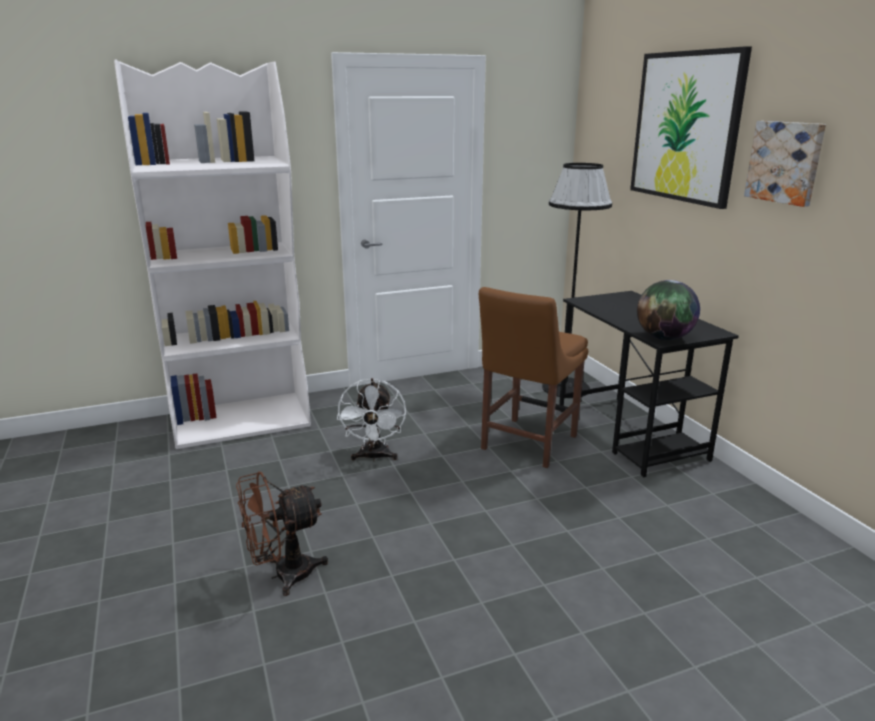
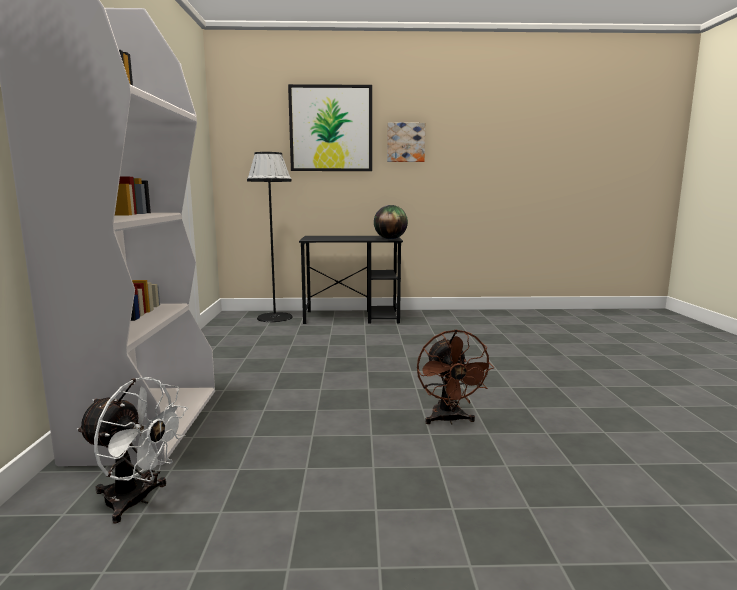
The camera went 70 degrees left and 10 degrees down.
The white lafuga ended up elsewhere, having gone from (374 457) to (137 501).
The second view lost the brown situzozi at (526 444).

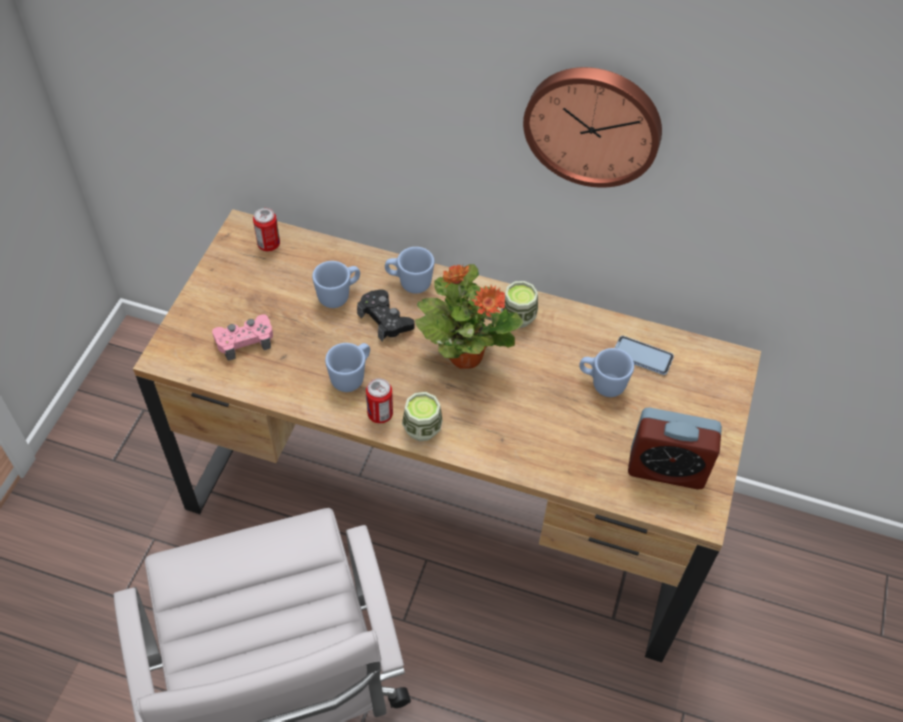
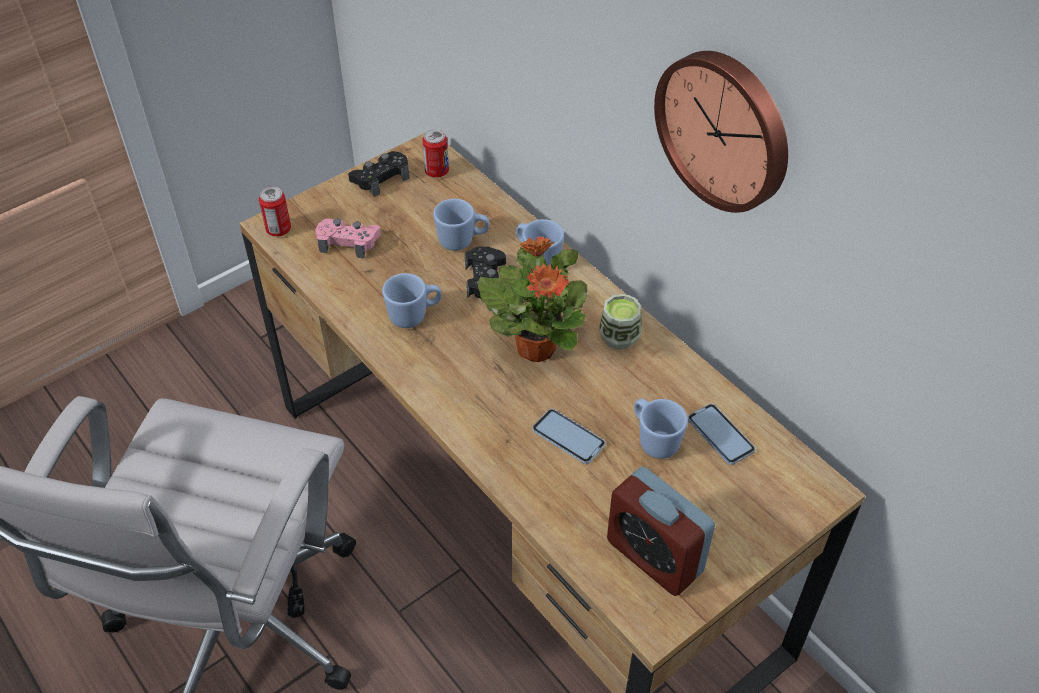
The camera went 35 degrees right and 5 degrees down.
The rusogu ended up elsewhere, having gone from (380 414) to (278 230).
The second view gained the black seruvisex at (381 178).
The second view gained the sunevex at (568 437).
The second view lost the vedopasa at (422 428).

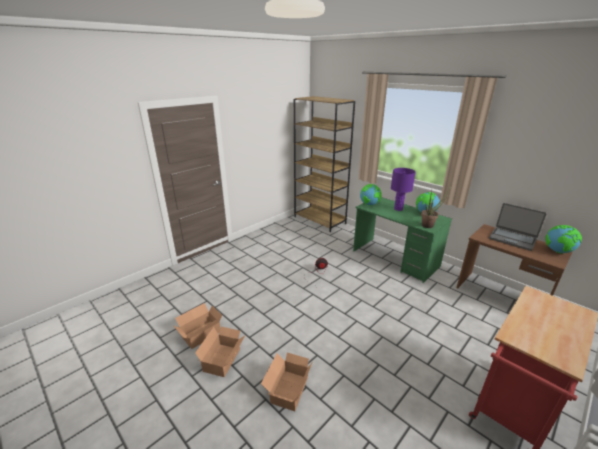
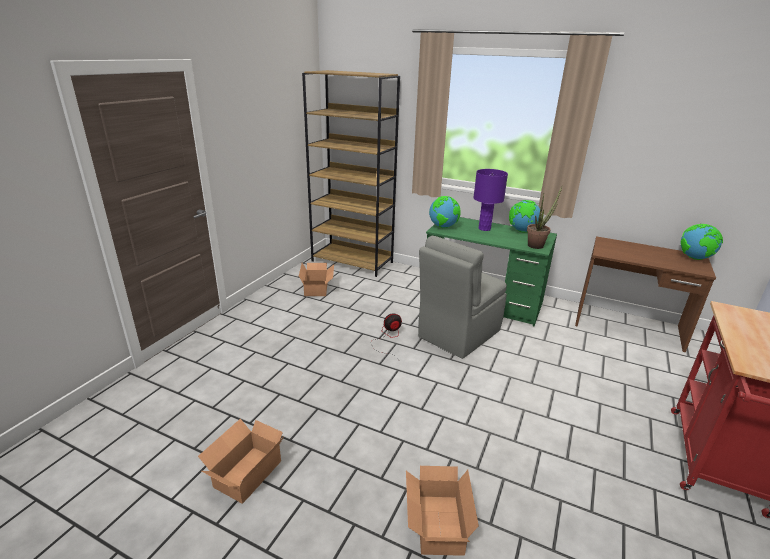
The camera went 20 degrees left and 0 degrees up.
The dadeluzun ended up elsewhere, having gone from (224 359) to (317 288).
The second view gained the grey situzozi at (457 334).
The second view lost the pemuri at (512 239).

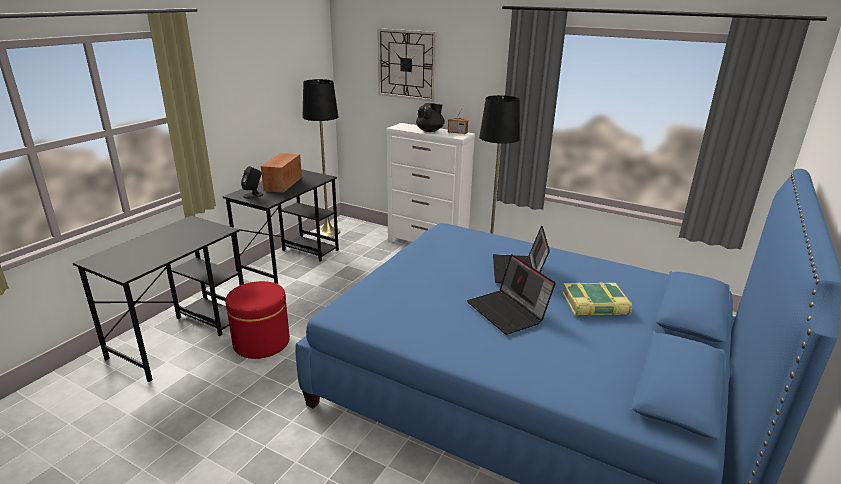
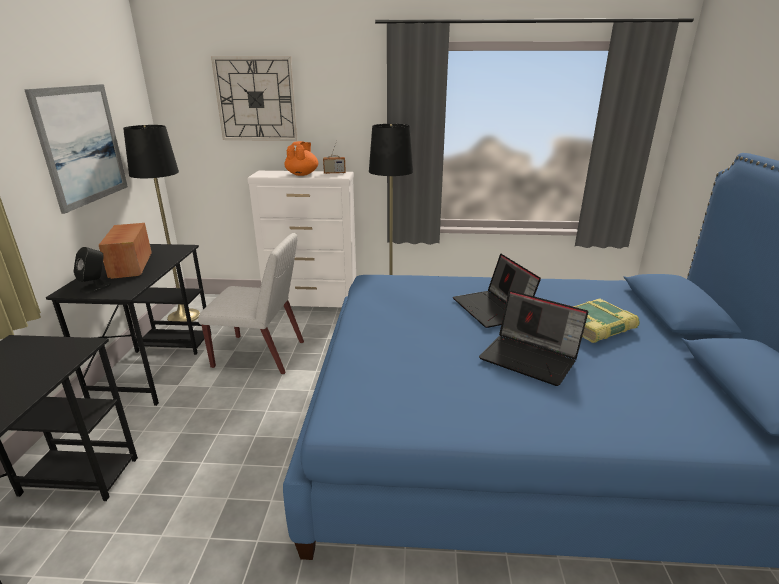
The camera went 25 degrees left and 0 degrees up.
The second view gained the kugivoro at (82 145).
The second view gained the white situzozi at (260 354).
What was the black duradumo at (430 131) turned into the orange duradumo at (302 174).
The second view lost the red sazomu at (261 342).

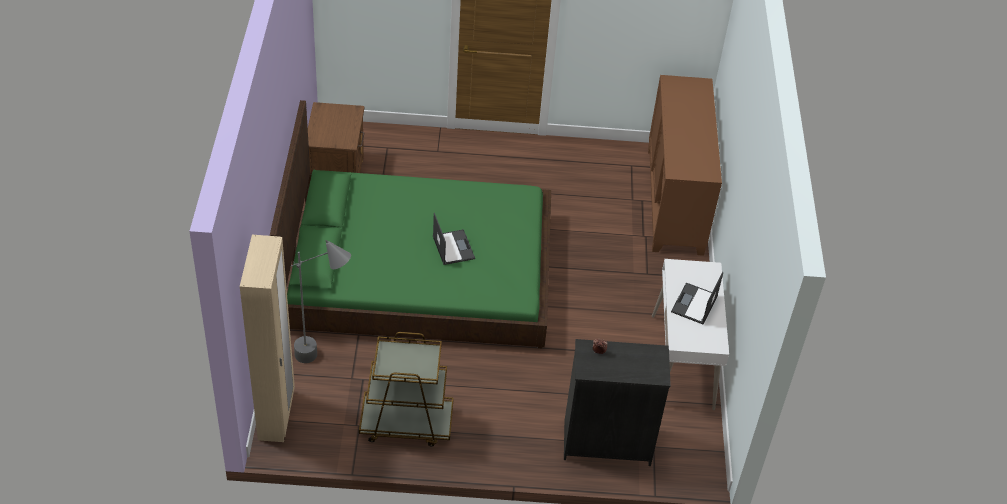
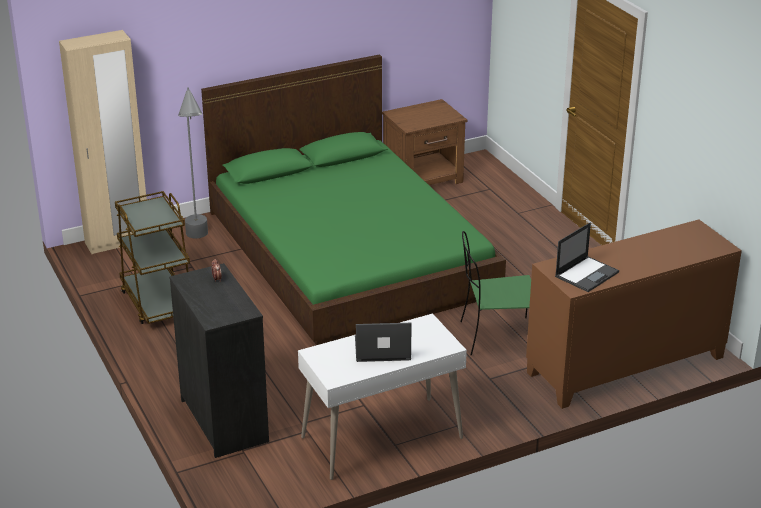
The camera went 65 degrees right and 15 degrees down.
The second view gained the green situzozi at (496 337).
The pemuri ended up elsewhere, having gone from (453 247) to (587 274).

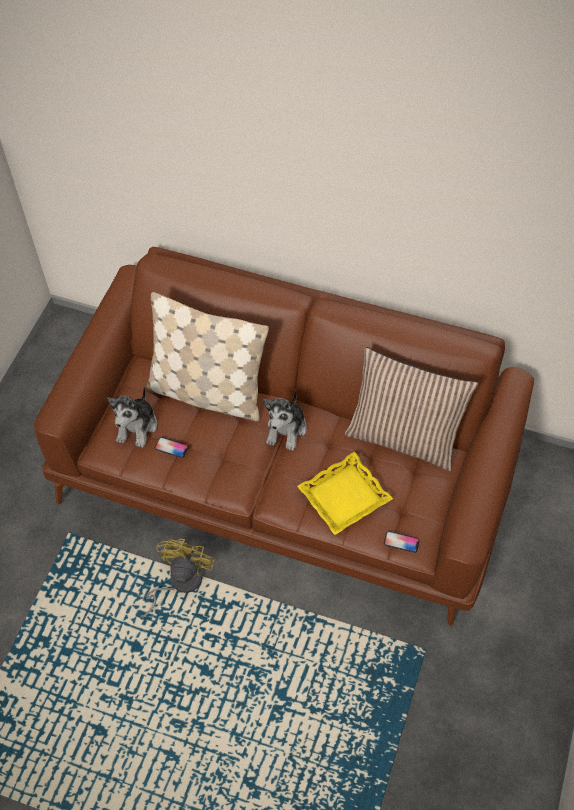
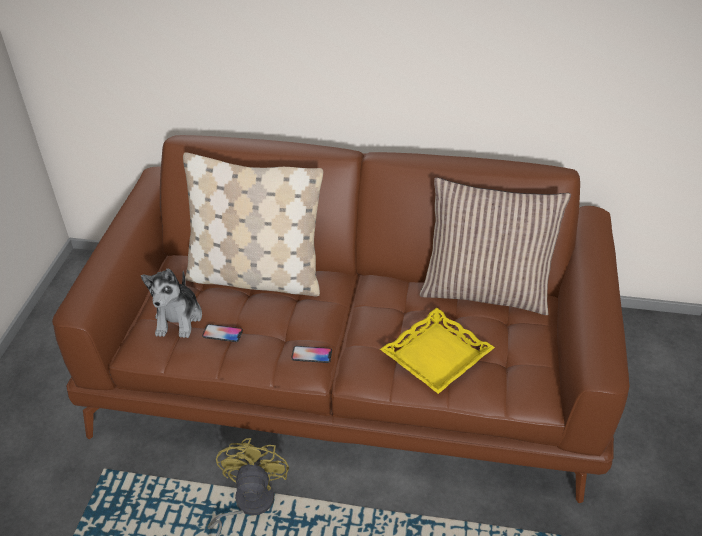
The camera went 10 degrees left and 15 degrees down.
The sunevex ended up elsewhere, having gone from (401 542) to (311 355).
The second view lost the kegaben at (286 429).

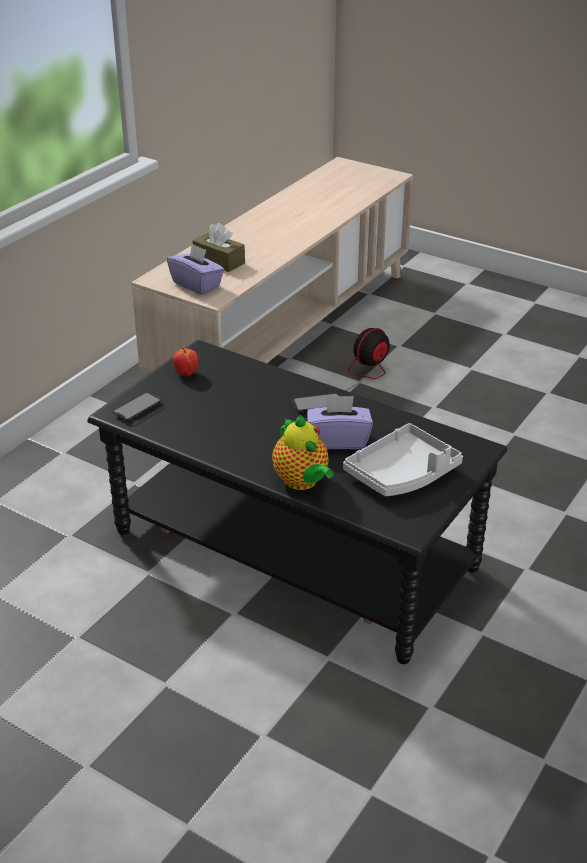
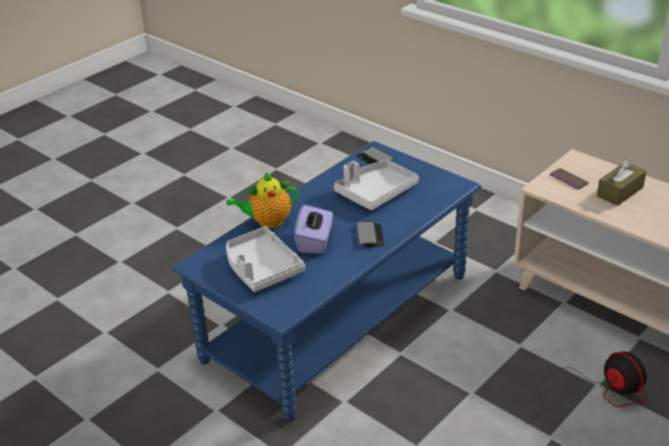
The camera went 100 degrees right and 0 degrees up.
What was the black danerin at (294 550) turned into the blue danerin at (337 317).
The second view gained the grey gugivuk at (375 192).
Where the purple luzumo stood at (197 284), the sunevex came to stand at (568 179).
The second view lost the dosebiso at (186 374).

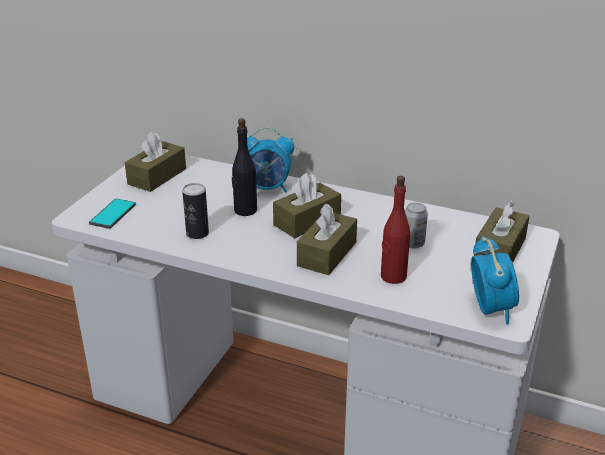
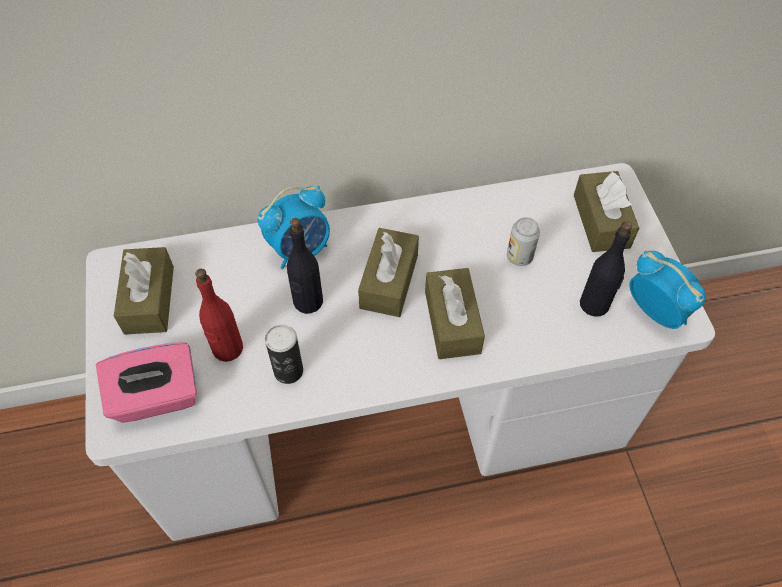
The camera went 35 degrees left and 25 degrees up.
Where the sunevex stood at (113 214), the pink luzumo came to stand at (157 397).
The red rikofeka ended up elsewhere, having gone from (393 276) to (227 348).
The second view gained the black rikofeka at (595 304).

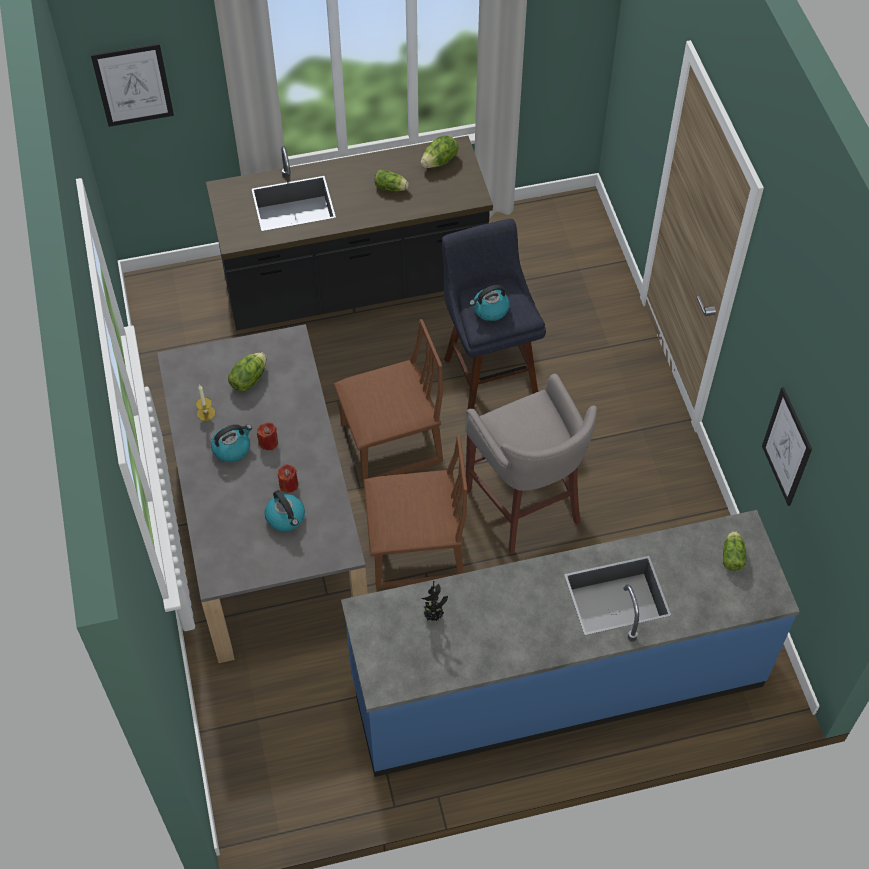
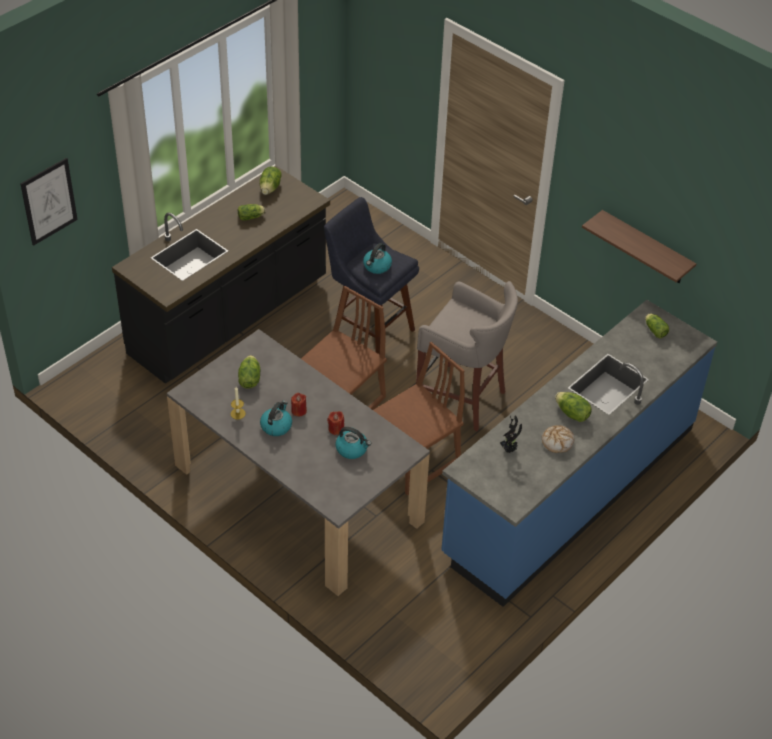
The camera went 35 degrees left and 10 degrees down.
The second view gained the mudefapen at (557 442).
The second view gained the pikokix at (572 414).
Where the kugivoro hung at (787 447), the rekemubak came to hang at (646 248).

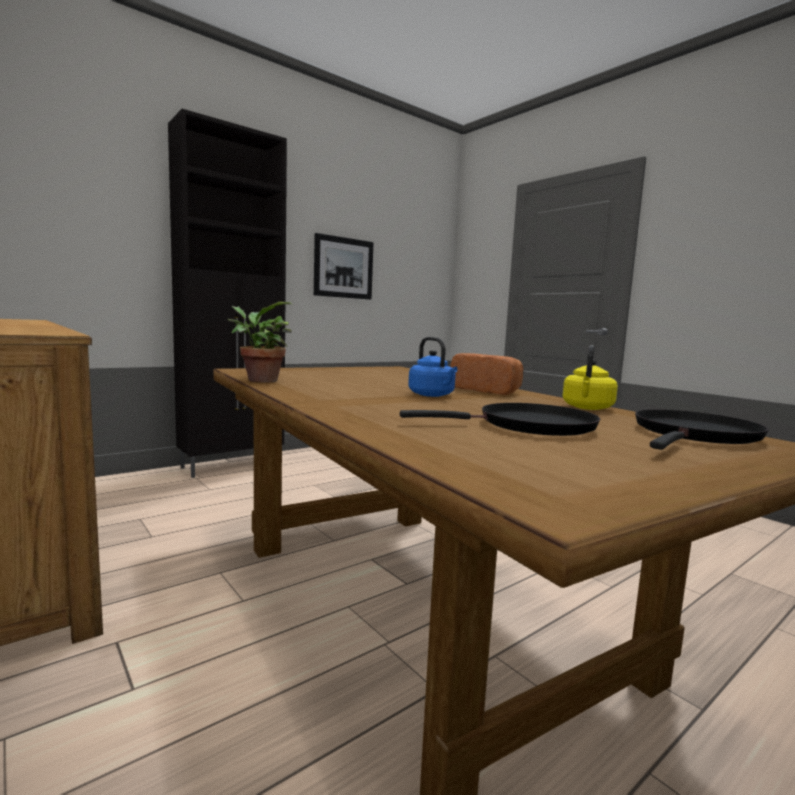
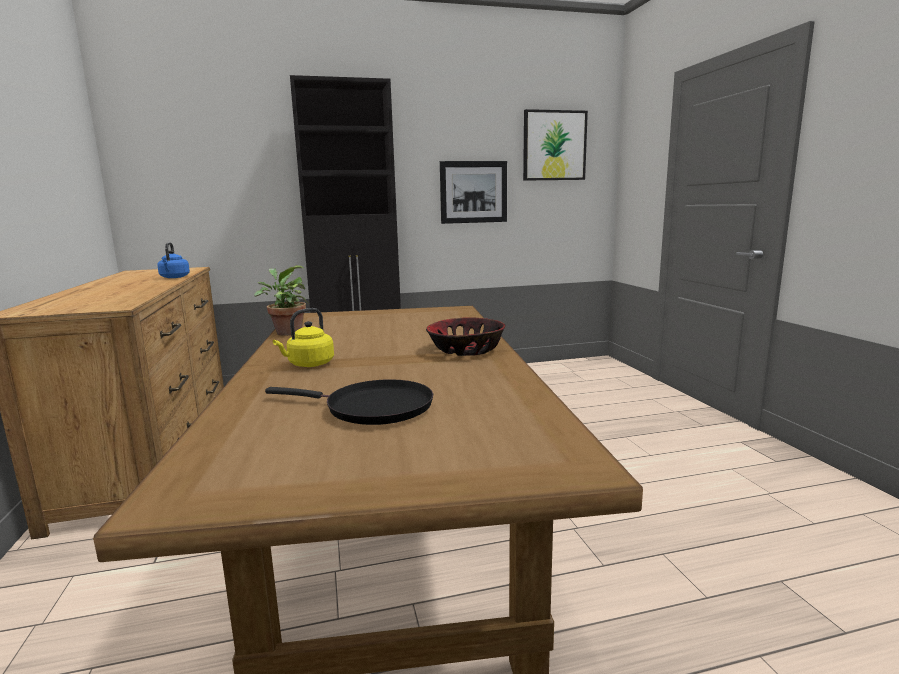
The camera went 25 degrees right and 5 degrees up.
The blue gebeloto ended up elsewhere, having gone from (433 395) to (174 277).
The yellow gebeloto ended up elsewhere, having gone from (587 408) to (309 364).
Where the mudefapen stood at (488 390), the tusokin came to stand at (466 350).
The second view gained the kugivoro at (554 146).
The second view lost the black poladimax at (694 435).

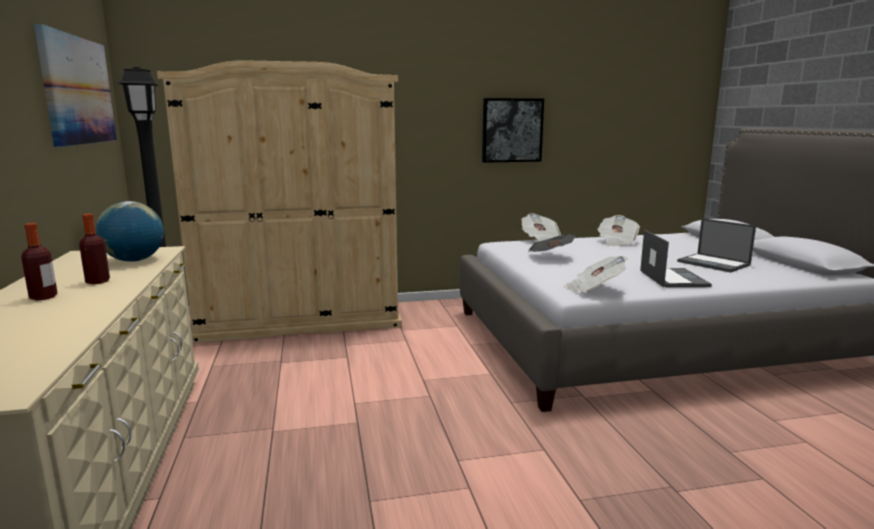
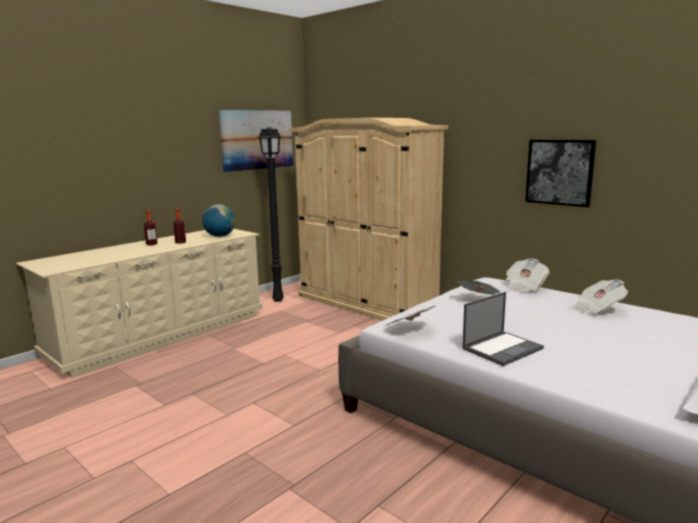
The camera went 55 degrees right and 0 degrees up.
The second view lost the pemuri at (714 263).

